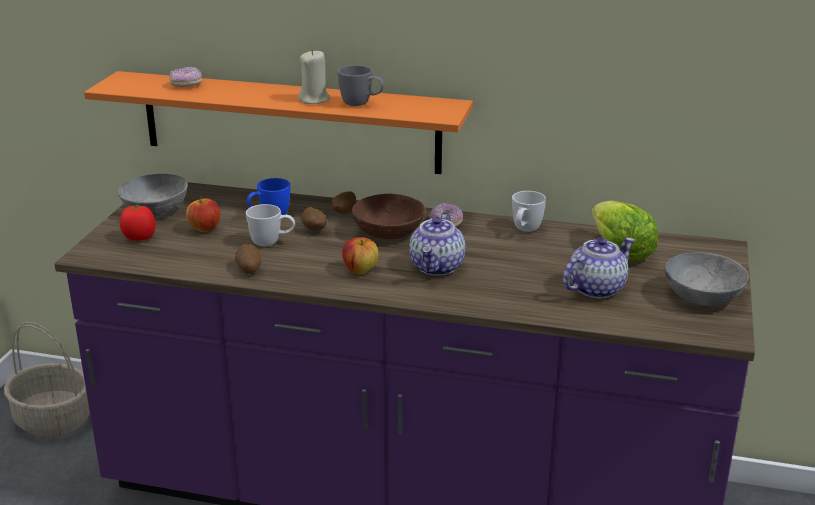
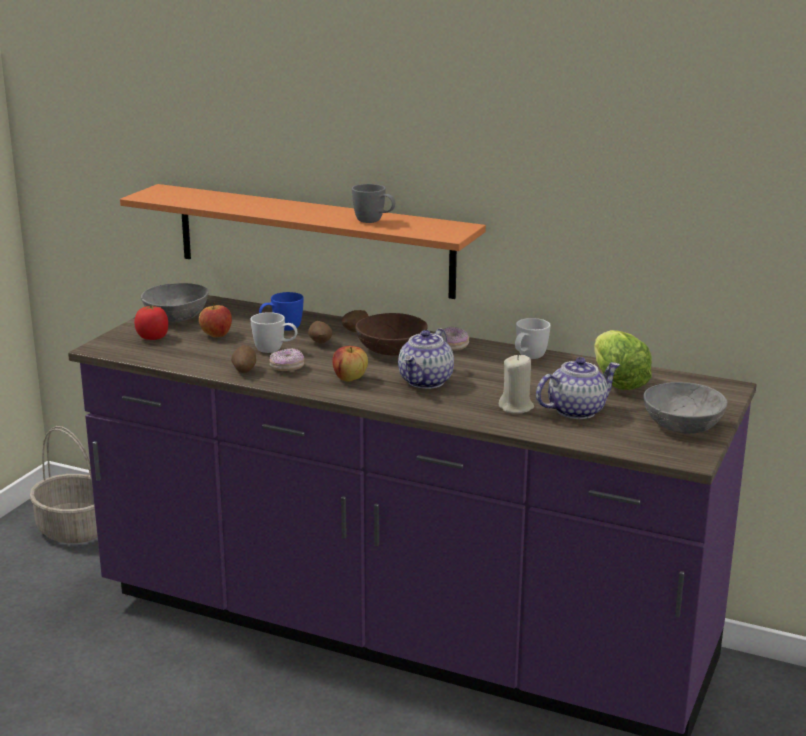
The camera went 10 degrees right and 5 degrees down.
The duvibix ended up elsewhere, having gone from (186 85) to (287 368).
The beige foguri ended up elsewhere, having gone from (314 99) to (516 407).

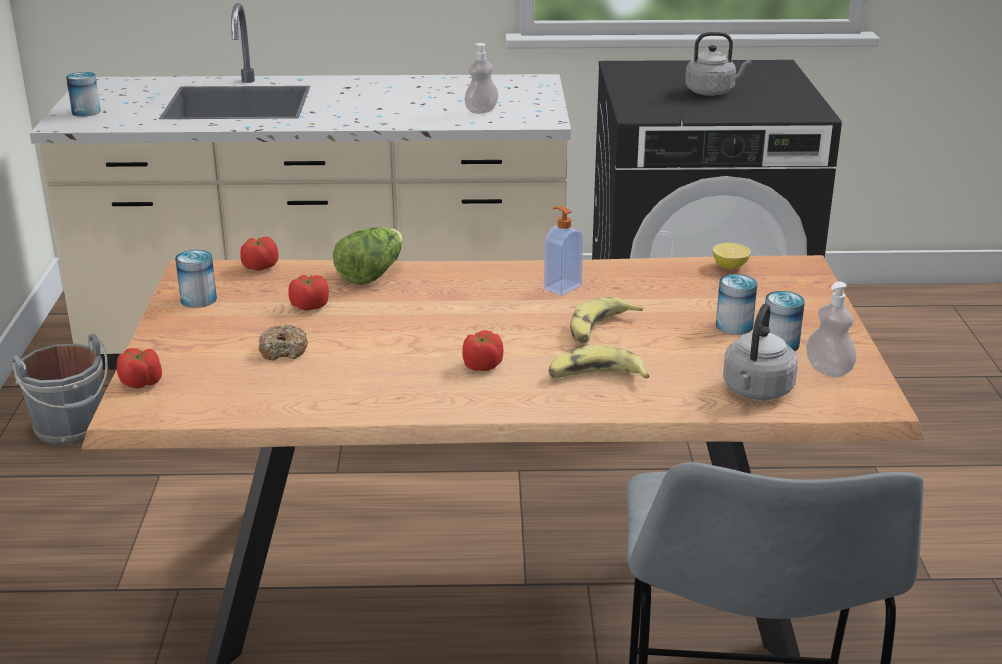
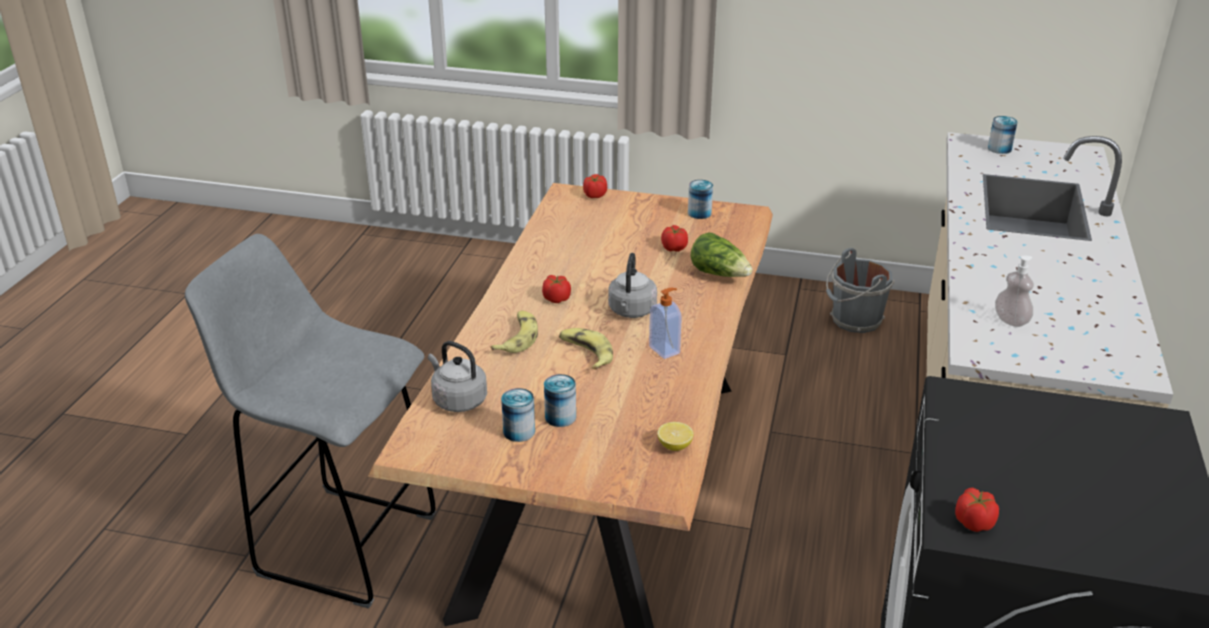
The camera went 105 degrees right and 5 degrees up.
The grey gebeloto ended up elsewhere, having gone from (712 92) to (631 311).
The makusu ended up elsewhere, having gone from (260 266) to (974 522).
The second view lost the duvibix at (284 350).
The second view lost the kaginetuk at (828 370).

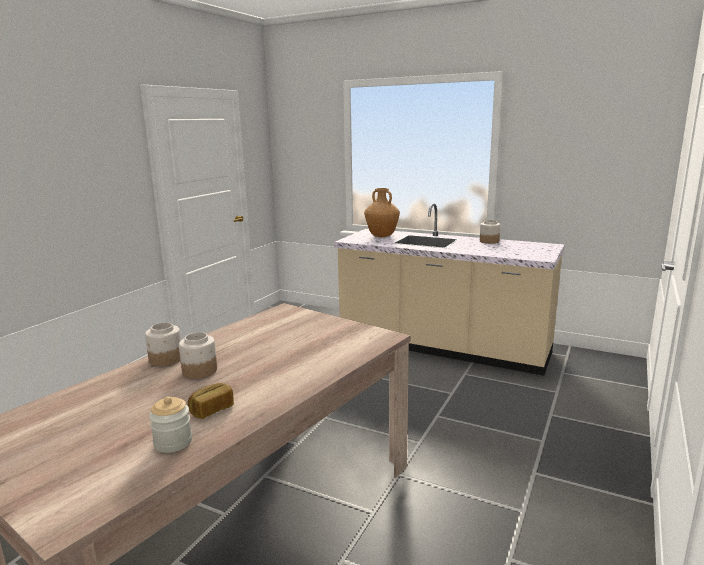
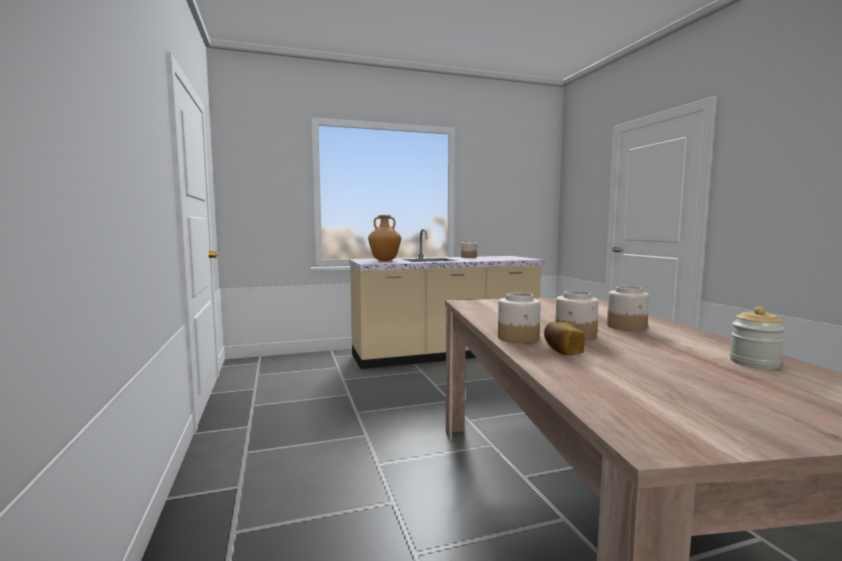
The camera went 45 degrees left and 10 degrees down.
The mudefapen ended up elsewhere, having gone from (211 409) to (561 350).
The second view gained the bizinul at (627 326).

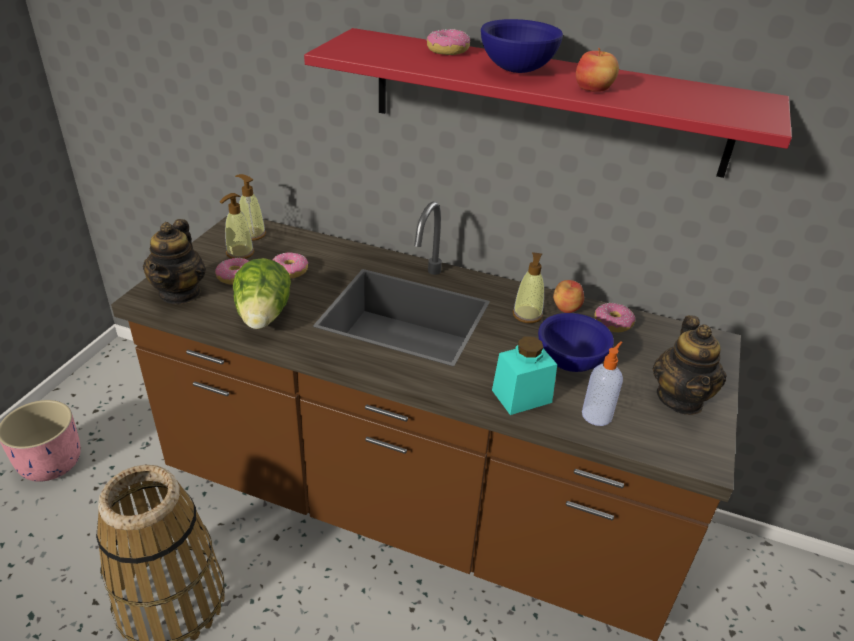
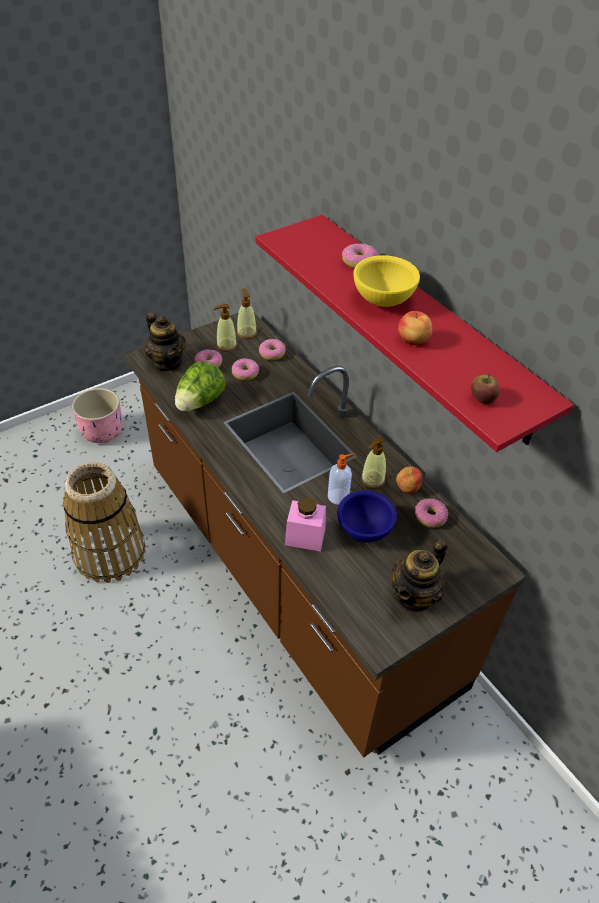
The camera went 35 degrees right and 10 degrees up.
The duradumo at (180 293) ended up facing another way, 75 degrees counterclockwise from before.
The second view gained the duvibix at (272 353).
What was the turquoise bizinul at (521 396) turned into the pink bizinul at (305 536).
The kaginetuk ended up elsewhere, having gone from (597 414) to (339 496).
What was the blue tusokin at (518 70) turned into the yellow tusokin at (383 300).
The second view gained the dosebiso at (482 398).

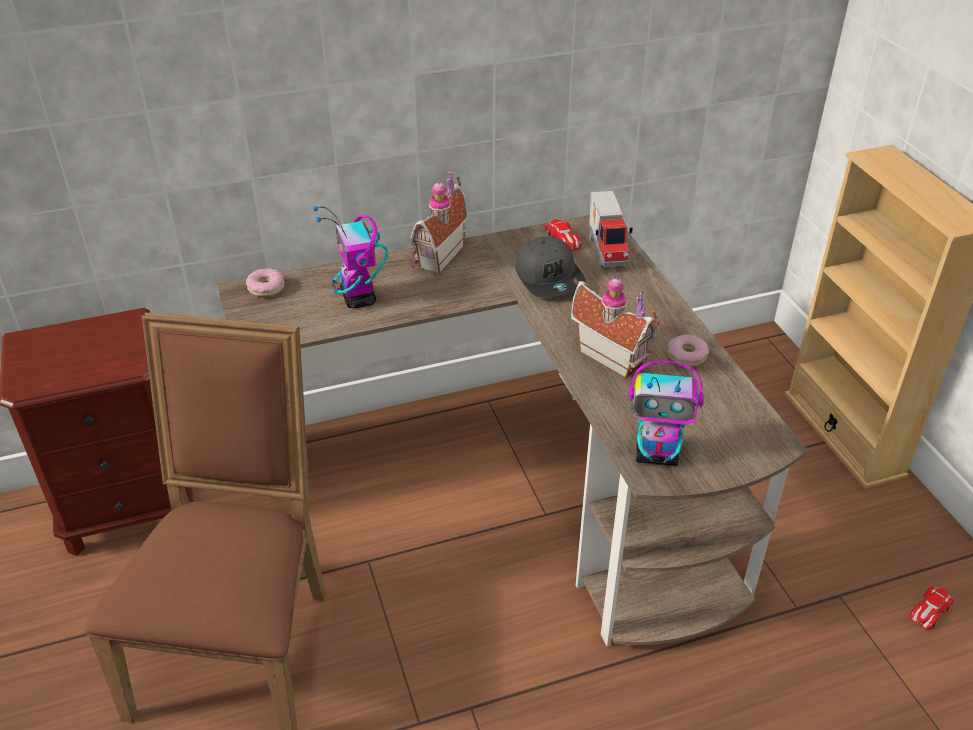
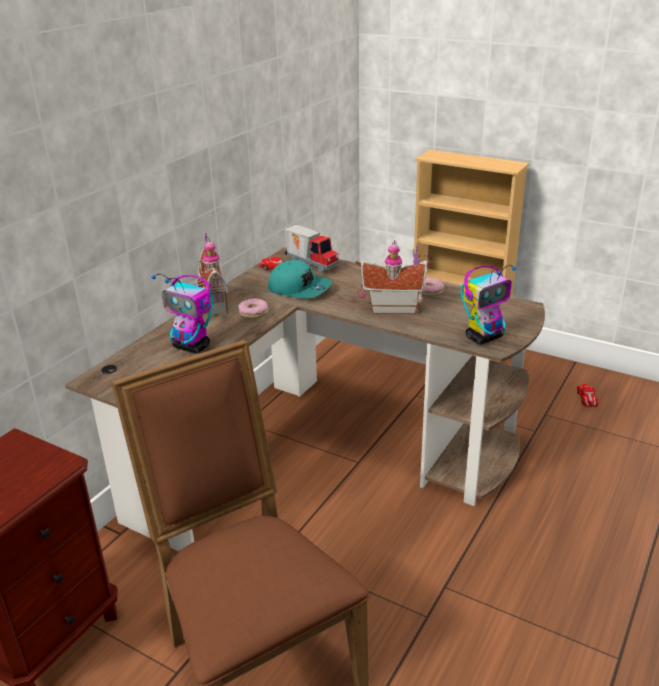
The camera went 40 degrees left and 10 degrees down.
The duvibix ended up elsewhere, having gone from (266 288) to (253 313).
What was the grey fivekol at (550 277) turned into the turquoise fivekol at (299 288).

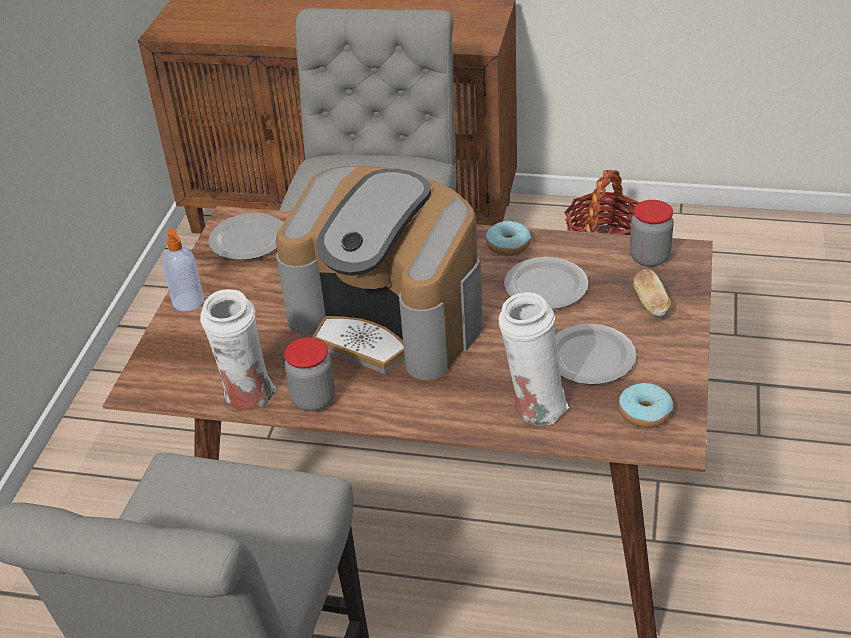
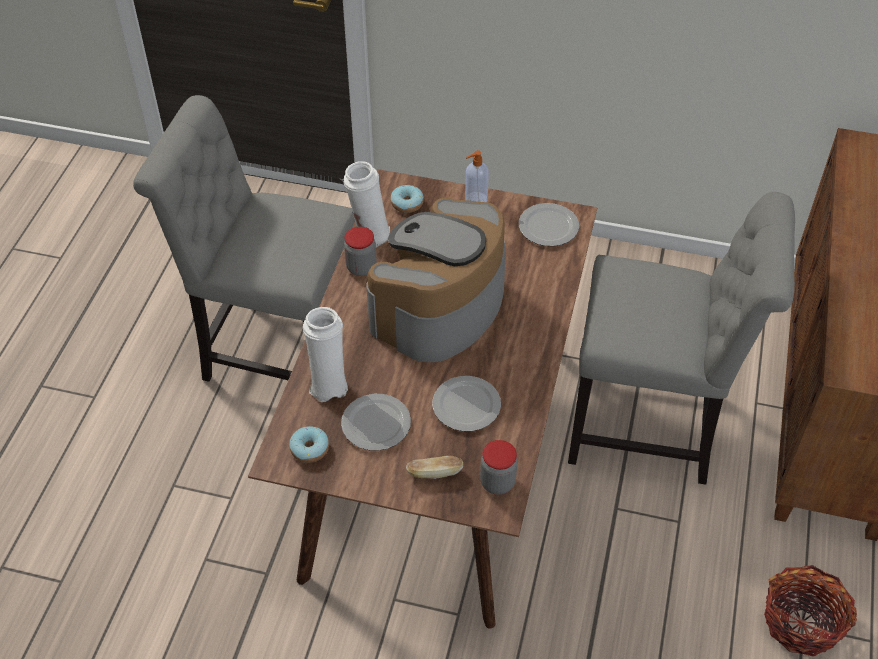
The camera went 90 degrees right and 10 degrees up.
The duvibix ended up elsewhere, having gone from (508 245) to (407 203).

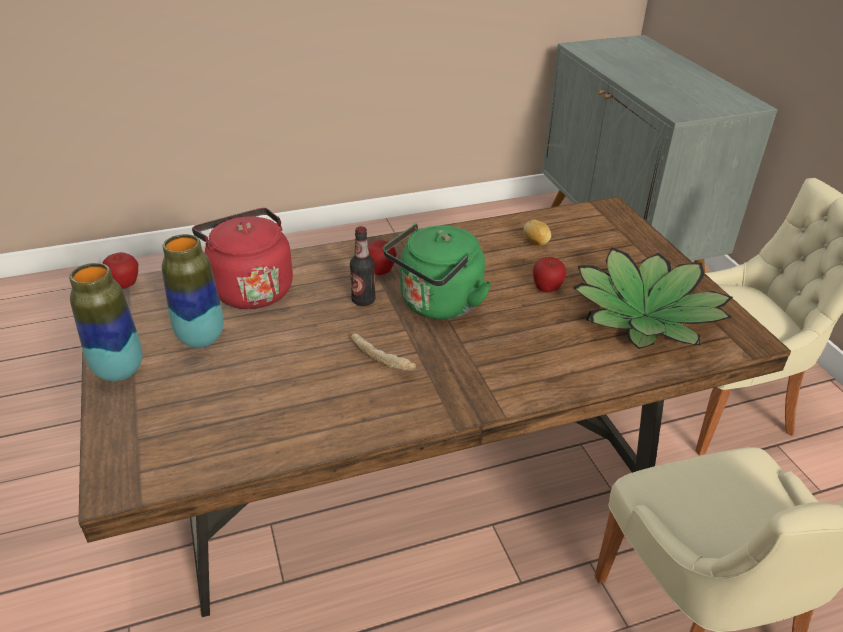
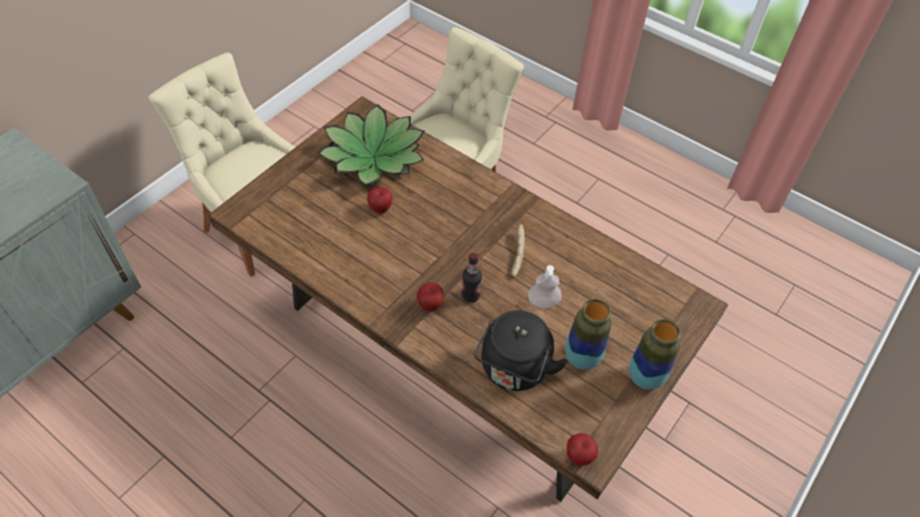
The camera went 125 degrees left and 15 degrees up.
What was the red gebeloto at (249 289) turned into the black gebeloto at (514 370).
The second view gained the kaginetuk at (543 302).
The second view lost the green gebeloto at (437 304).
The second view lost the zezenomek at (536 243).

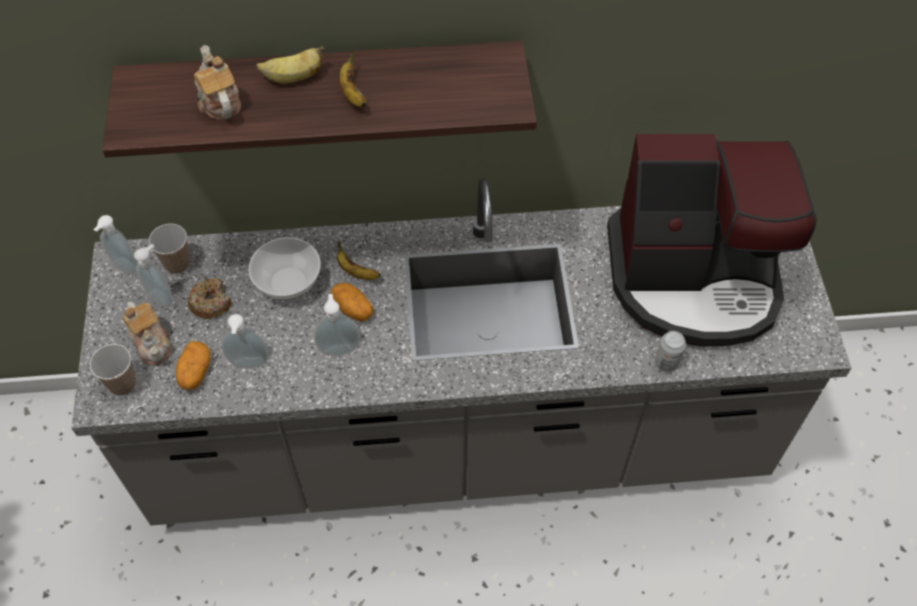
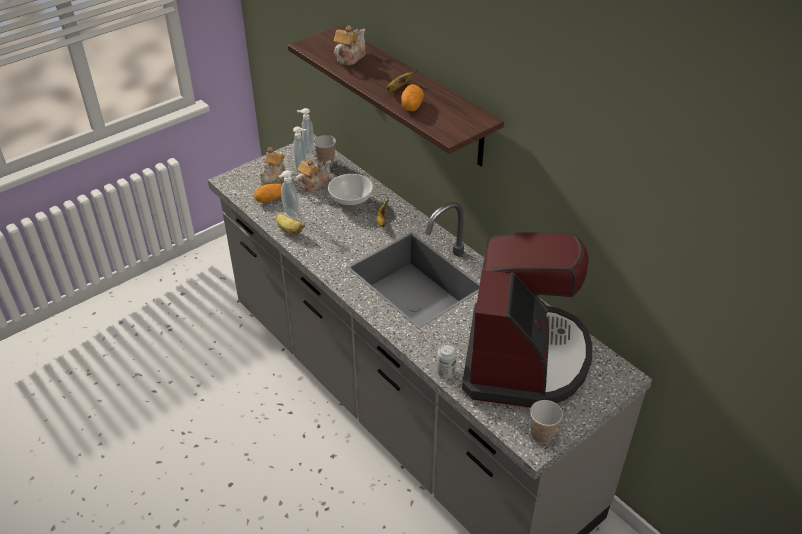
The camera went 55 degrees right and 15 degrees down.
The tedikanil ended up elsewhere, having gone from (293 78) to (289 230).
Where the duvibix stood at (210 302), the duradumo came to stand at (314 184).
The zezenomek ended up elsewhere, having gone from (353 309) to (411 106).
The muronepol at (694 279) ended up facing another way, 135 degrees counterclockwise from before.
The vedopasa ended up elsewhere, having gone from (123 384) to (542 435).
The second view lost the kaginetuk at (339 348).

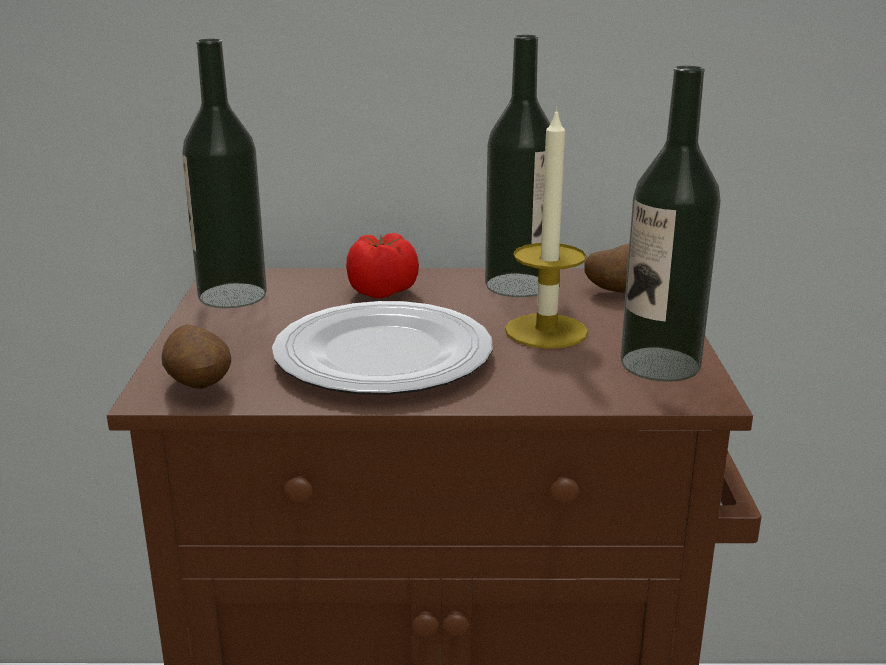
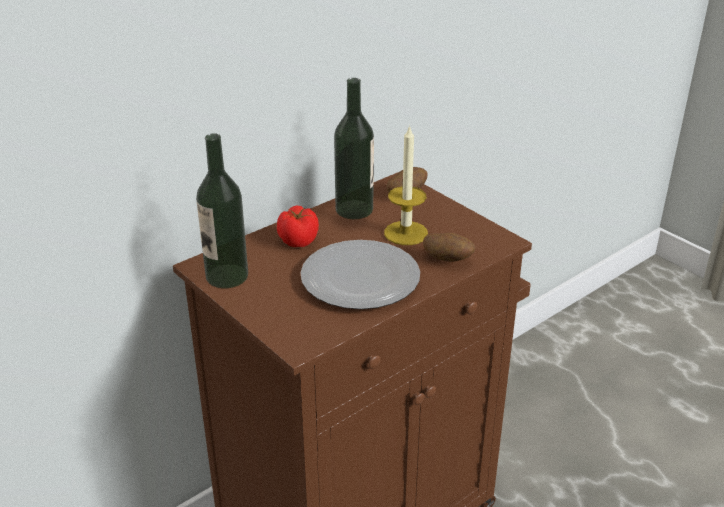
The camera went 40 degrees left and 10 degrees up.
The zezenomek ended up elsewhere, having gone from (199 386) to (448 260).
The second view lost the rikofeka at (660 364).

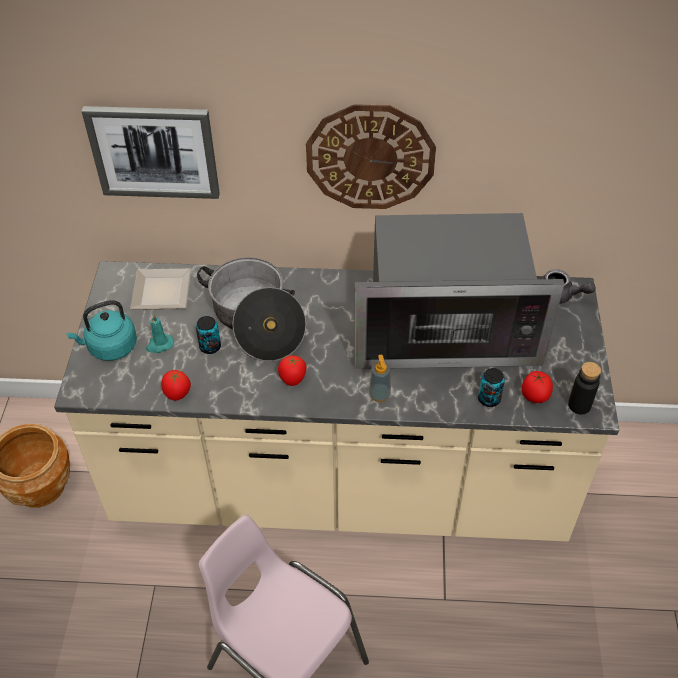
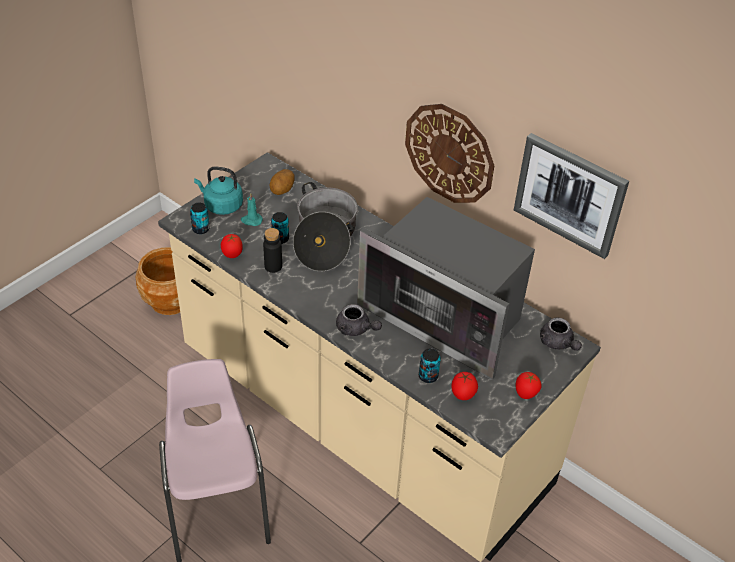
The camera went 35 degrees right and 5 degrees down.
The second view gained the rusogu at (201 229).
The black rikofeka ended up elsewhere, having gone from (579 405) to (273 266).
Where the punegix stood at (159 293), the zezenomek came to stand at (282 190).
Where the kaginetuk stood at (379 395), the grey duradumo came to stand at (356 329).
The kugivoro ended up elsewhere, having gone from (154 151) to (570 194).
The makusu ended up elsewhere, having gone from (293 380) to (525 394).

